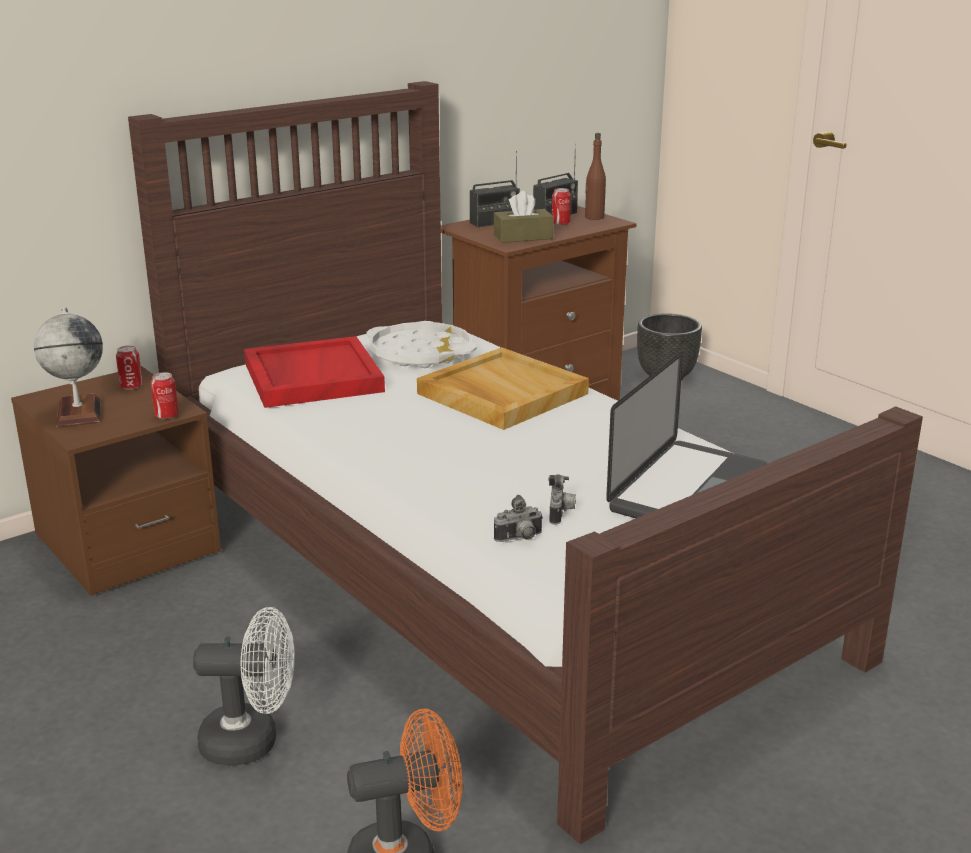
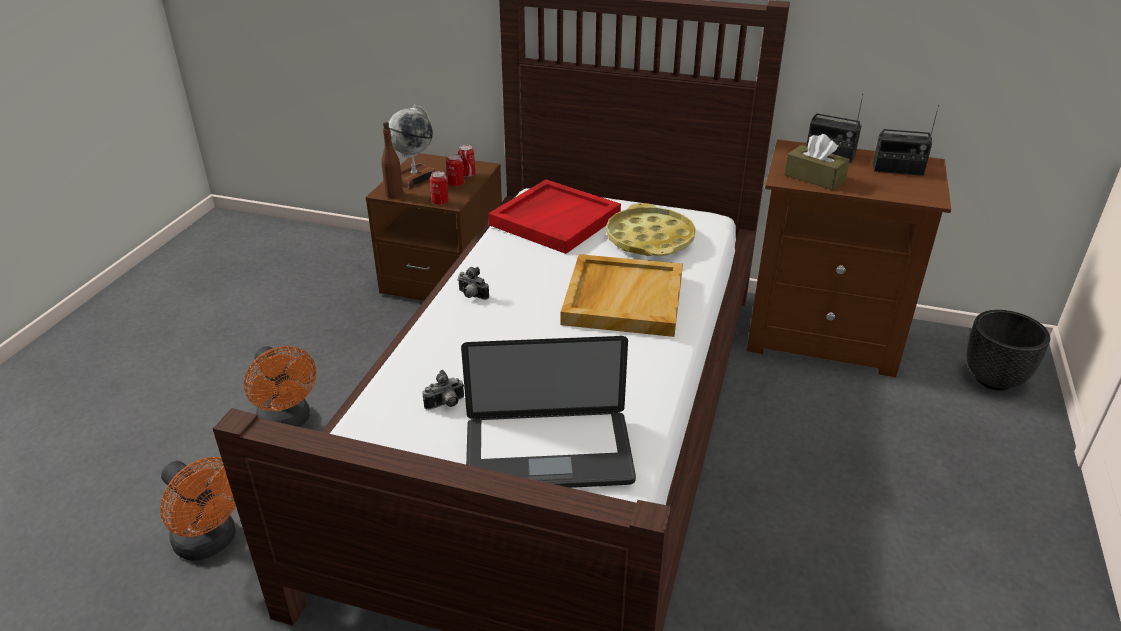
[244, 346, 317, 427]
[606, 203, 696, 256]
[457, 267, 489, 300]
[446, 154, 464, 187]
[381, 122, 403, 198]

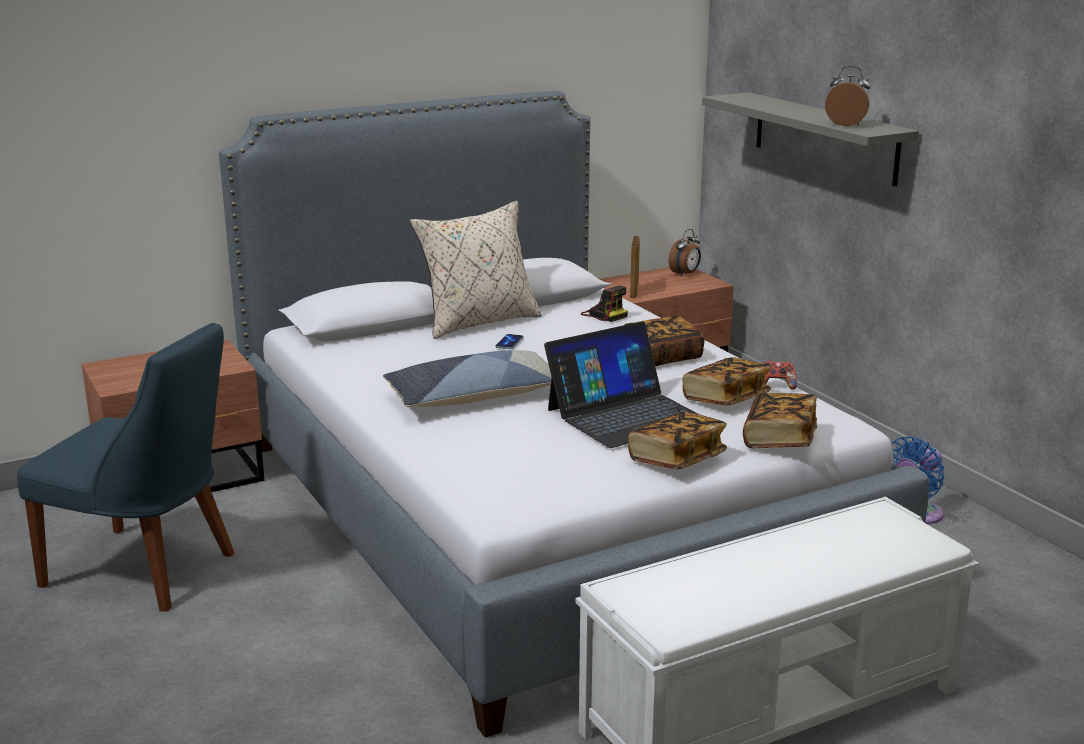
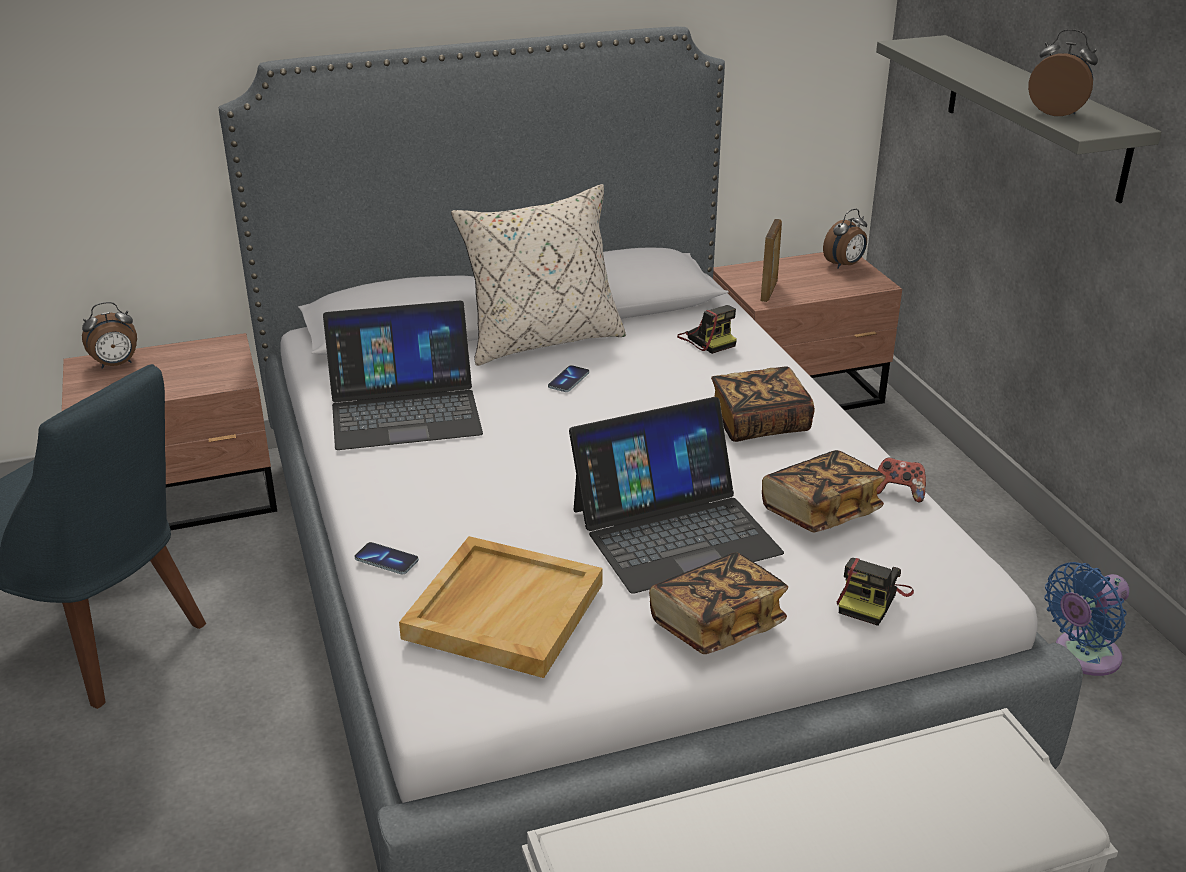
[383, 350, 552, 407] (first image)
[837, 558, 914, 626]
[82, 302, 137, 369]
[323, 301, 483, 450]
[354, 542, 419, 574]
[399, 536, 603, 678]

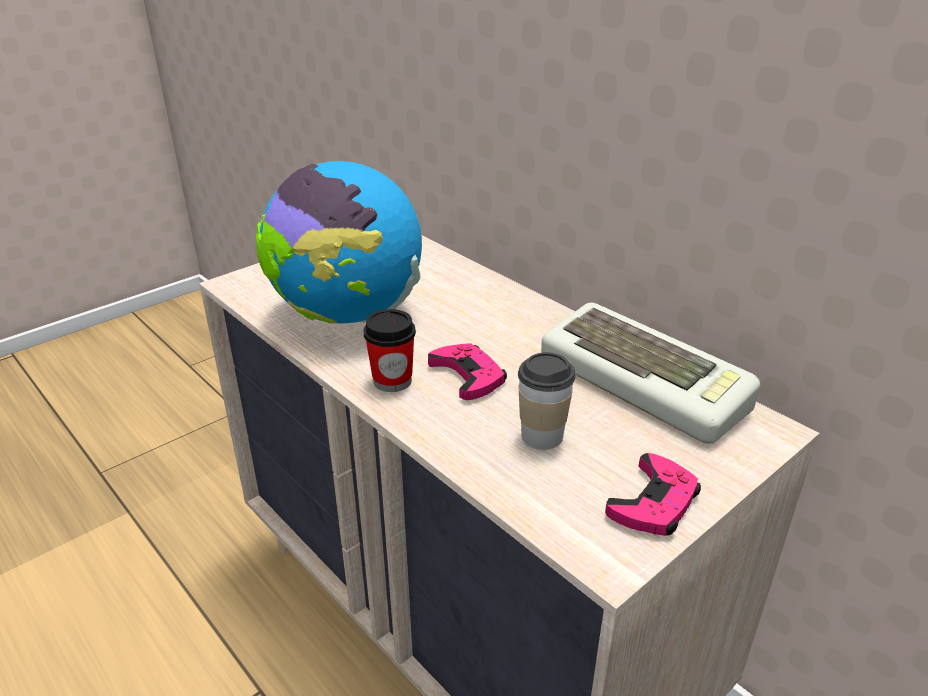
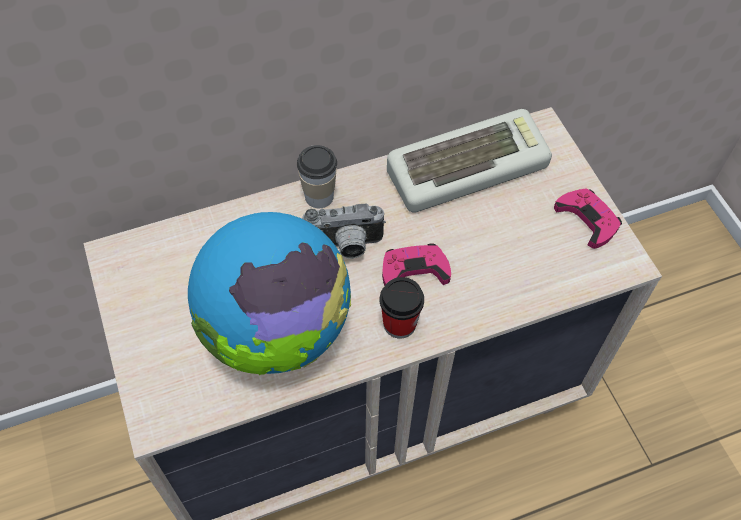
[297, 145, 337, 208]
[302, 203, 386, 259]

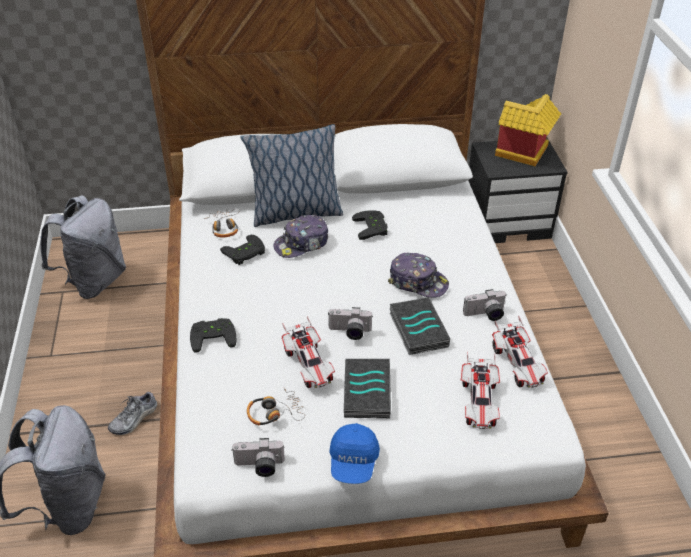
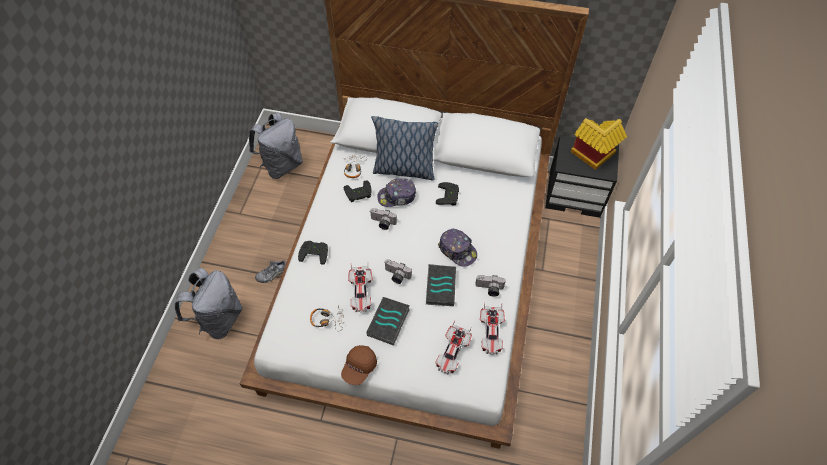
[370, 208, 397, 230]
[341, 345, 377, 385]

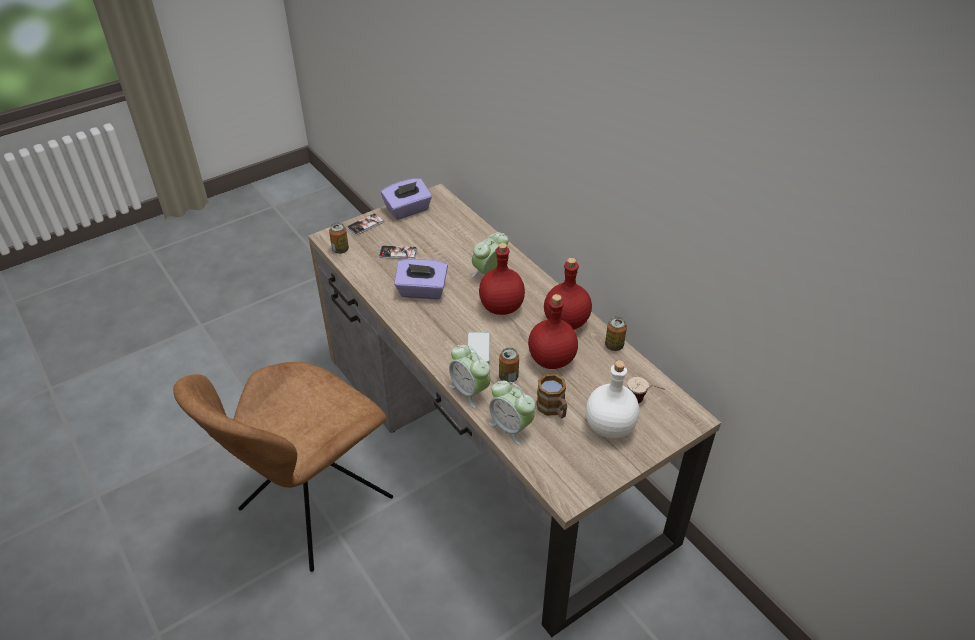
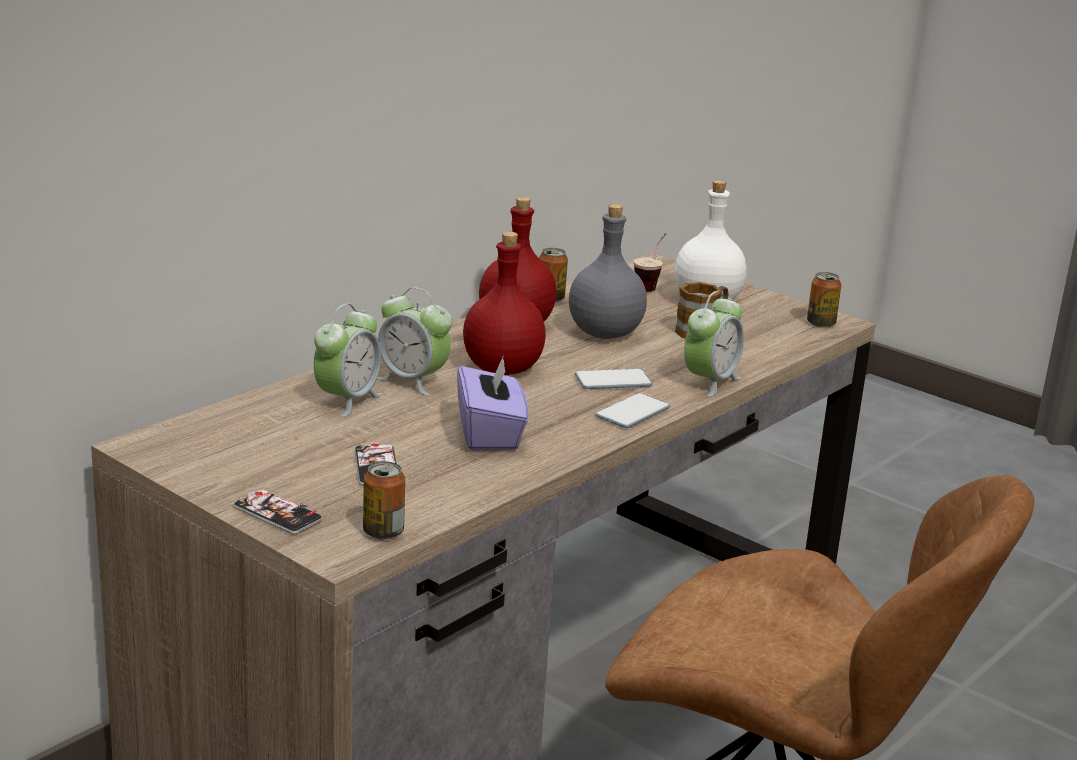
[381, 178, 432, 220] (first image)
[313, 304, 382, 417]
[807, 272, 841, 328]
[569, 204, 647, 339]
[595, 393, 670, 428]

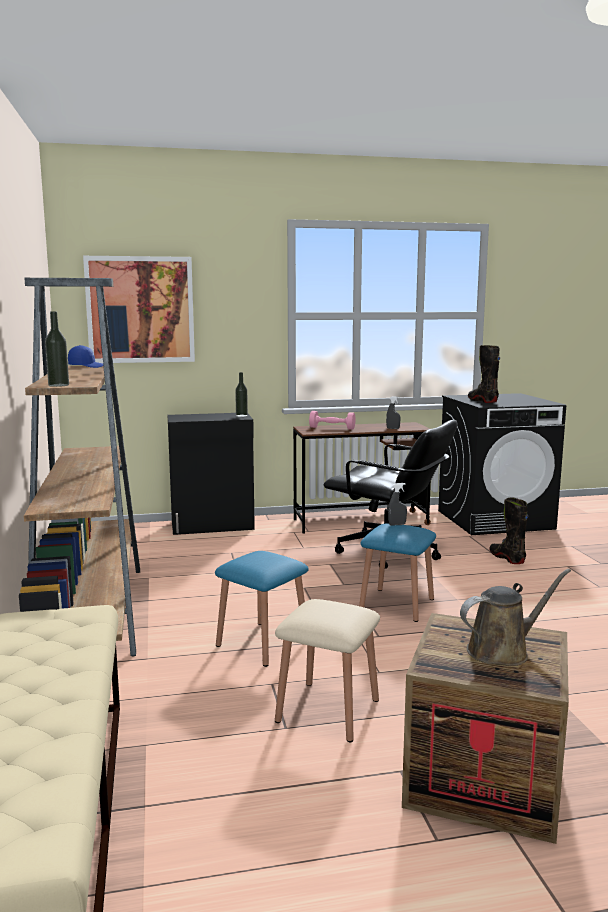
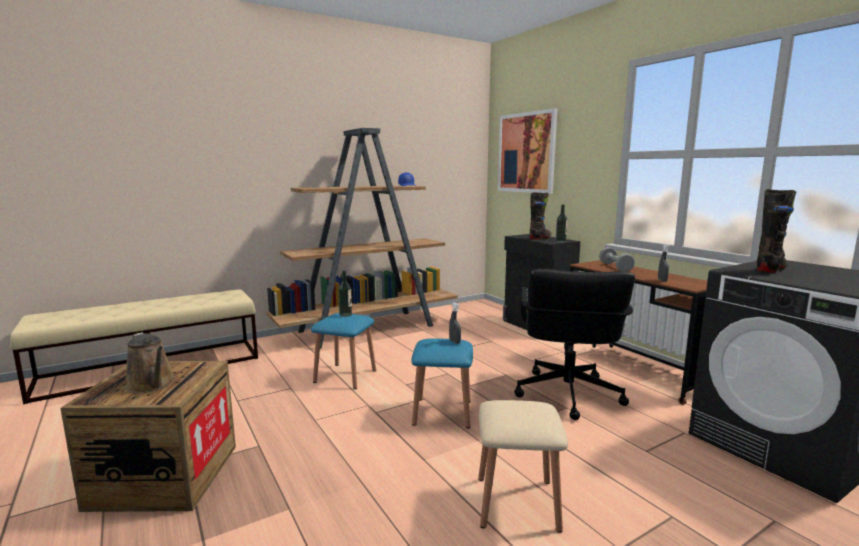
[338, 270, 352, 317]
[478, 400, 568, 533]
[599, 247, 635, 272]
[530, 192, 552, 240]

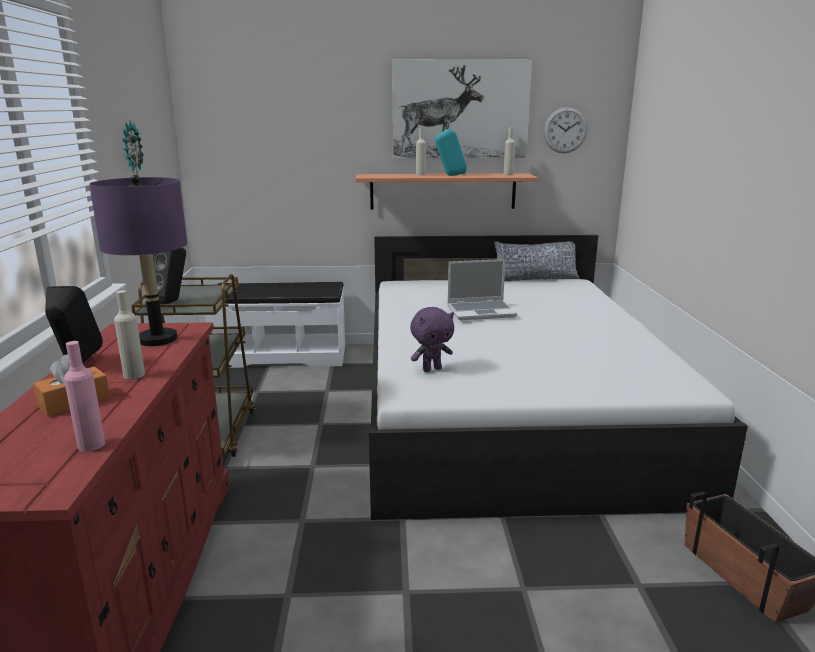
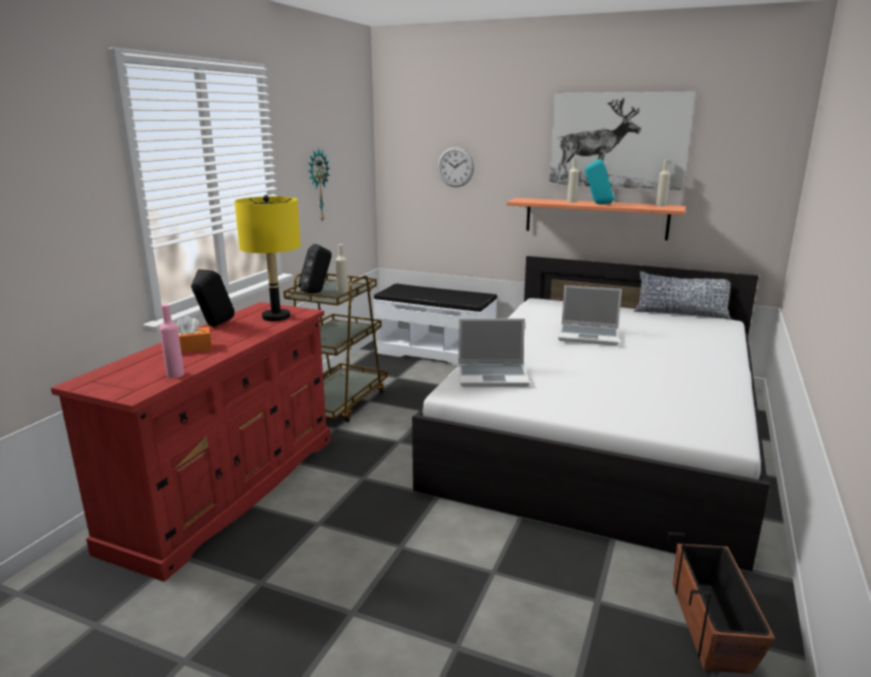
[234, 195, 301, 321]
[336, 244, 348, 294]
[458, 319, 529, 387]
[437, 147, 474, 187]

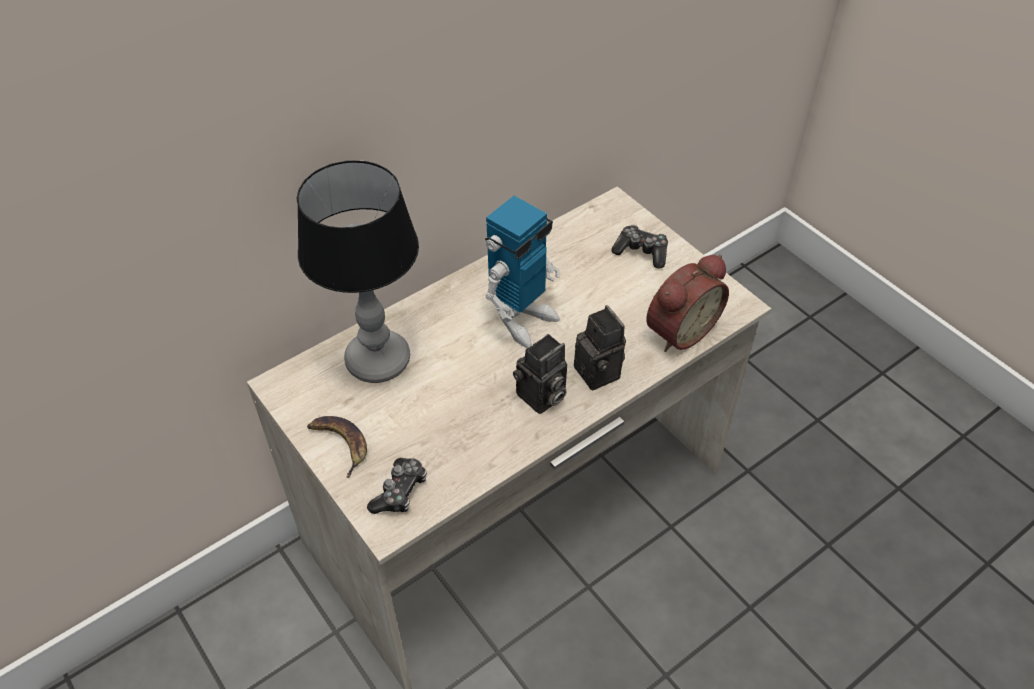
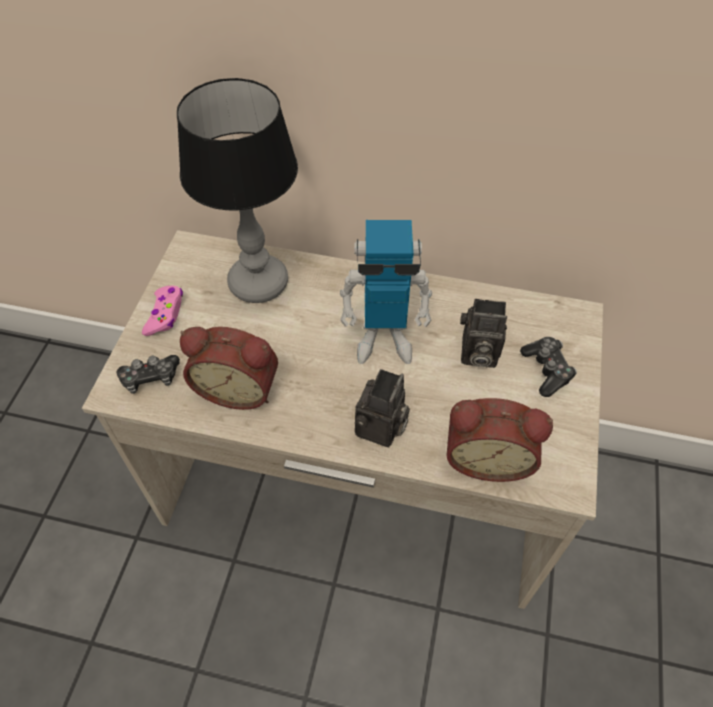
[142, 286, 183, 336]
[460, 299, 507, 368]
[180, 327, 278, 410]

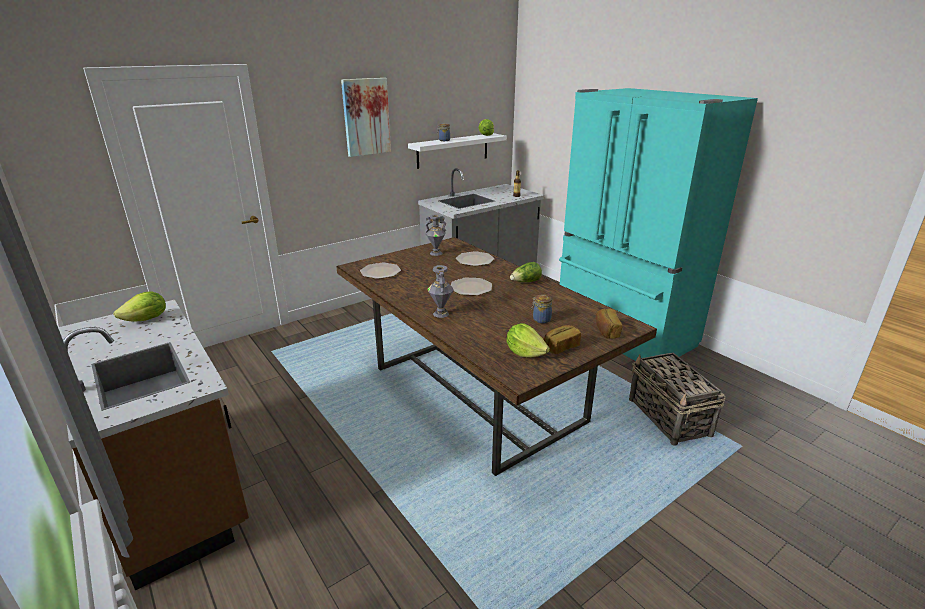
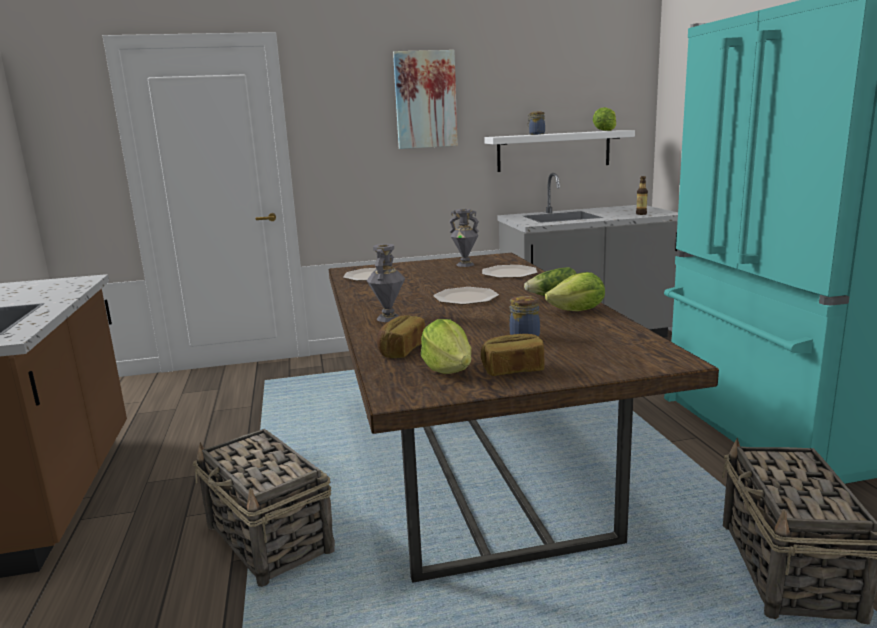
[545, 272, 605, 311]
[377, 315, 425, 358]
[193, 429, 335, 587]

